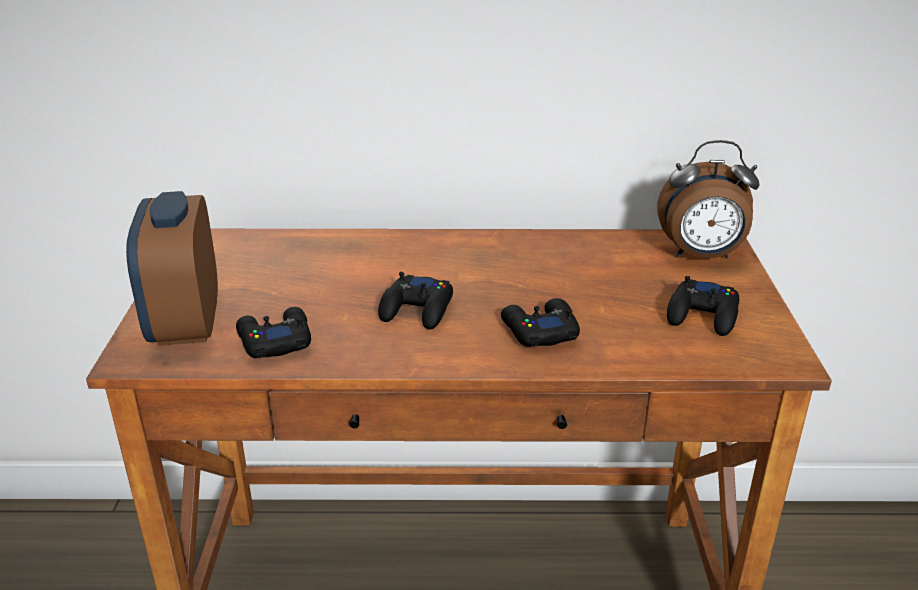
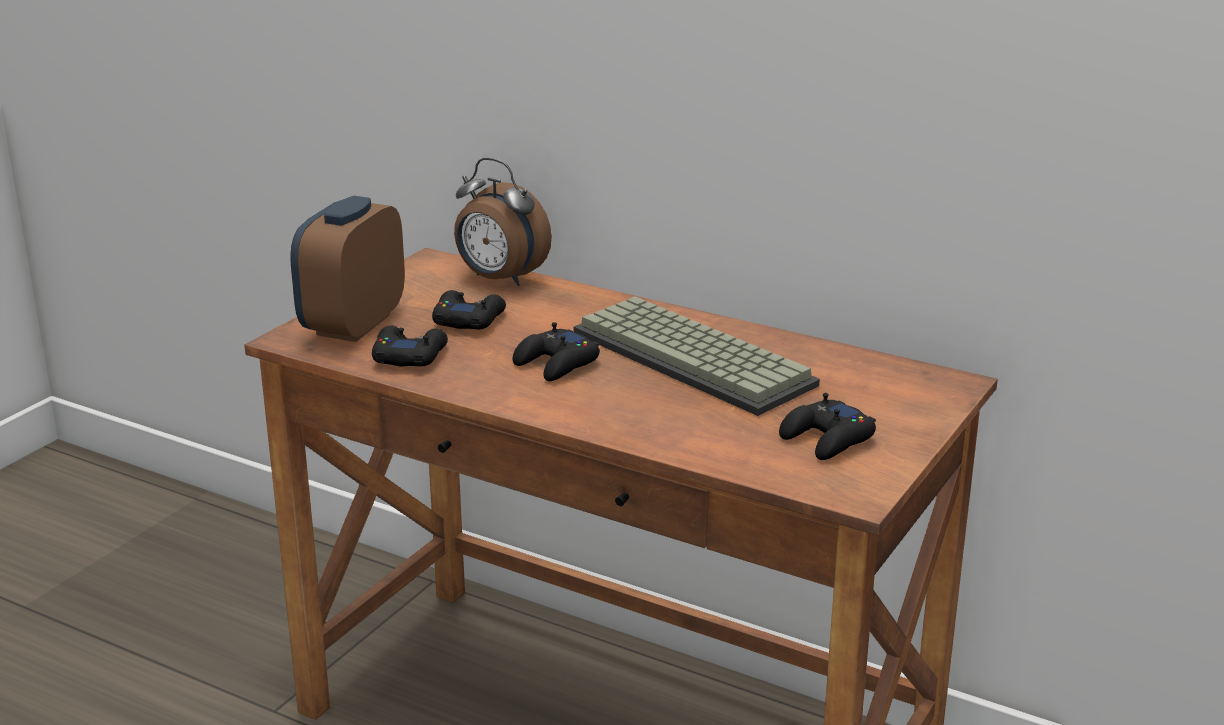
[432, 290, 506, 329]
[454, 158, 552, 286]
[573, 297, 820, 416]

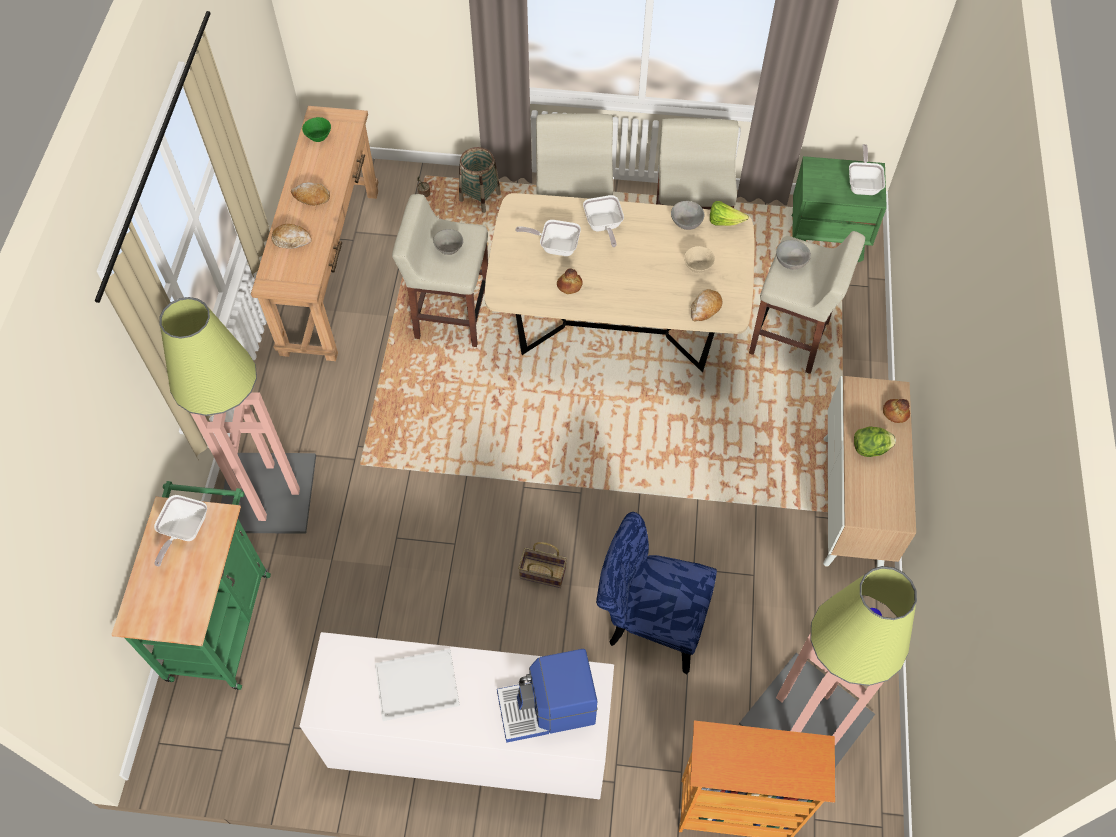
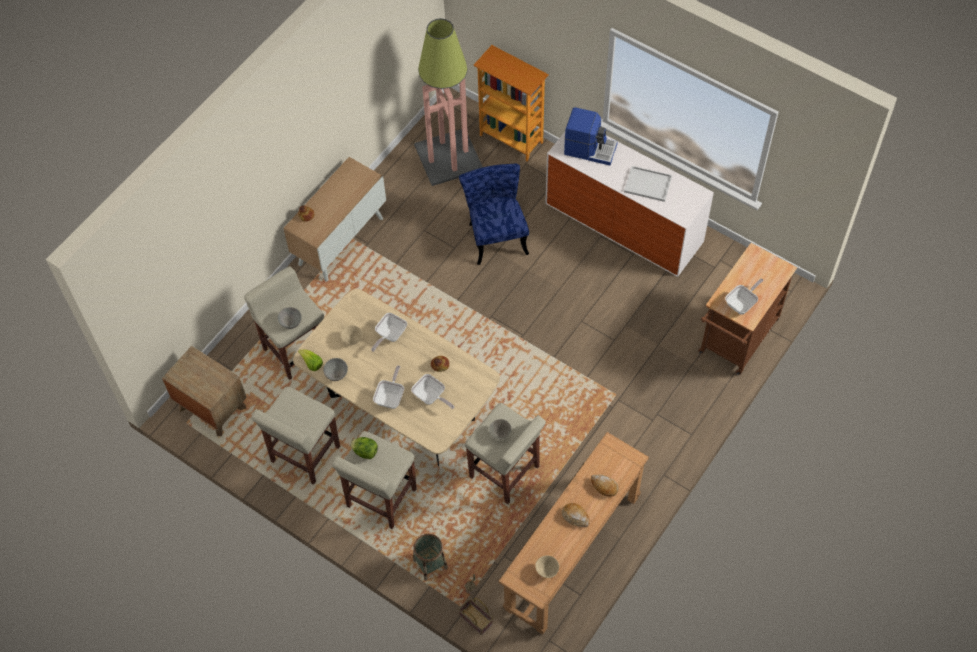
[698, 243, 797, 375]
[159, 297, 316, 534] (first image)
[535, 555, 559, 578]
[459, 598, 493, 635]
[459, 164, 529, 265]
[691, 289, 722, 322] (first image)
[162, 346, 247, 436]
[371, 313, 407, 352]
[350, 437, 378, 459]

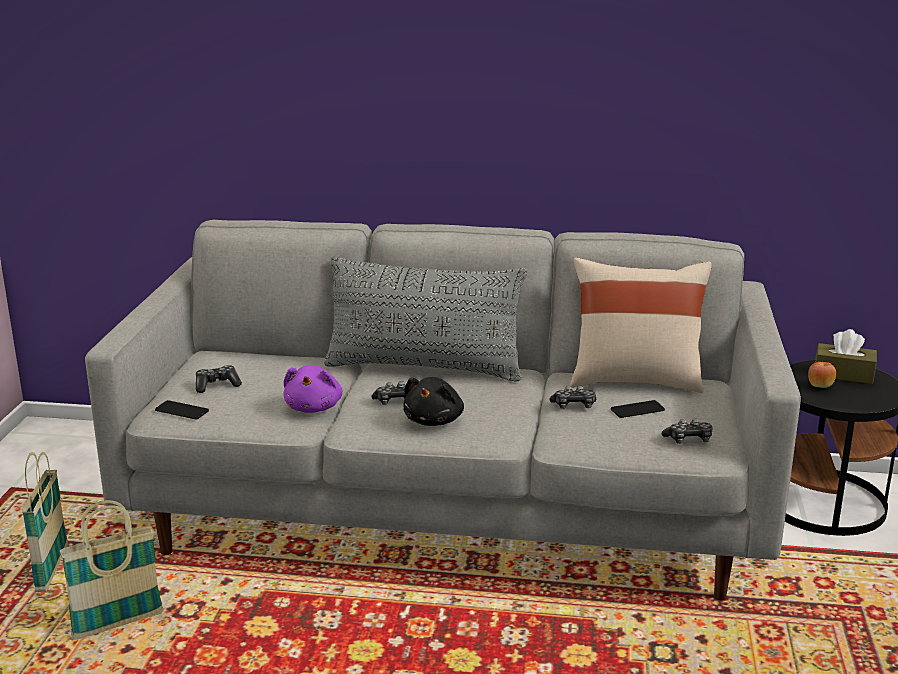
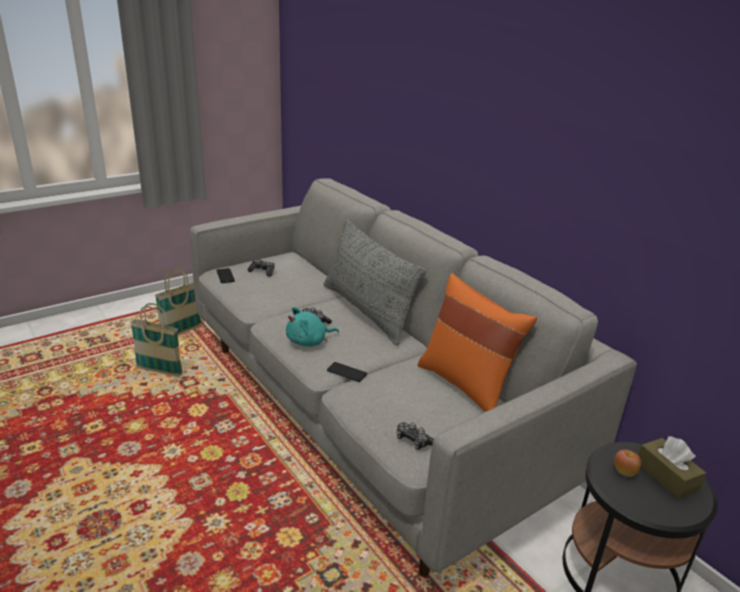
[284, 365, 343, 413] (first image)
[286, 307, 339, 347]
[549, 386, 596, 409] (first image)
[418, 273, 537, 412]
[327, 362, 367, 382]

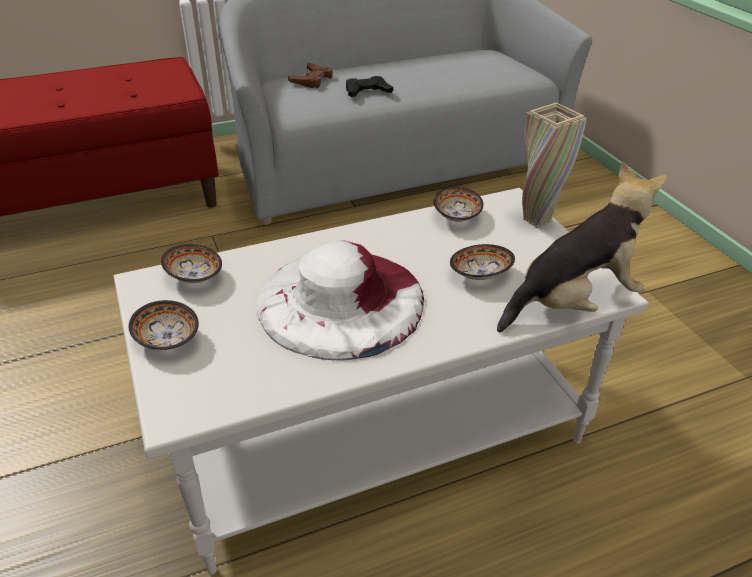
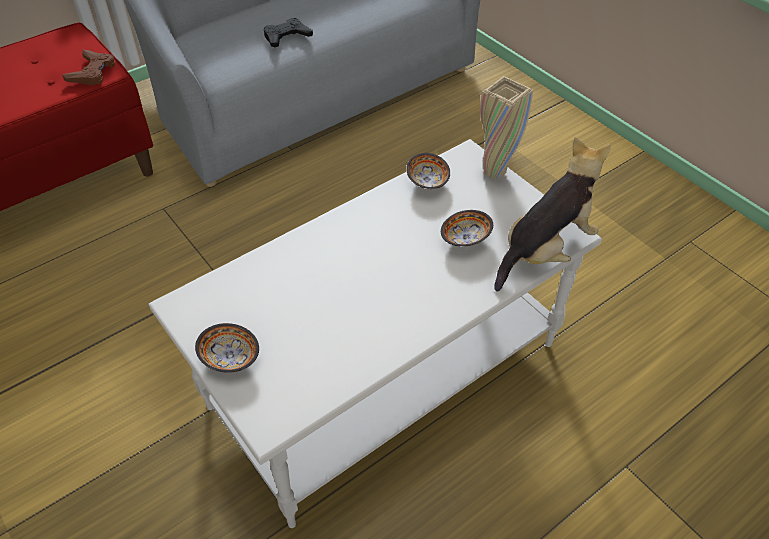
[161, 244, 222, 283] (first image)
[256, 240, 424, 360] (first image)
[62, 50, 115, 85]

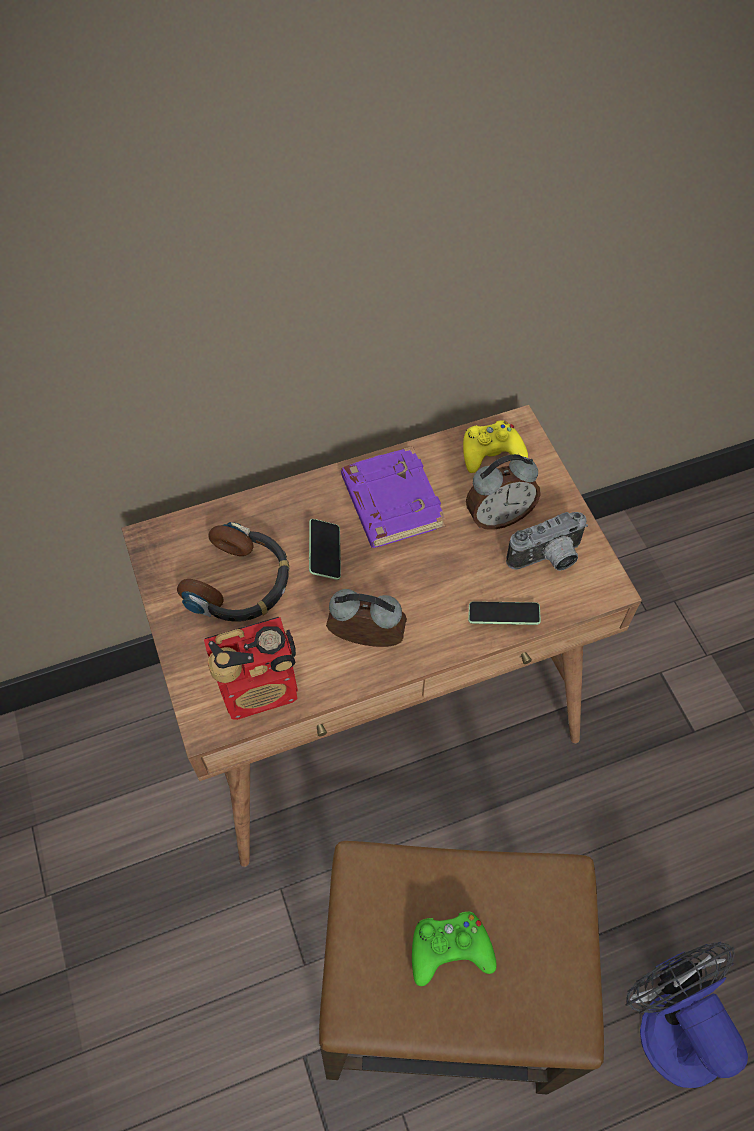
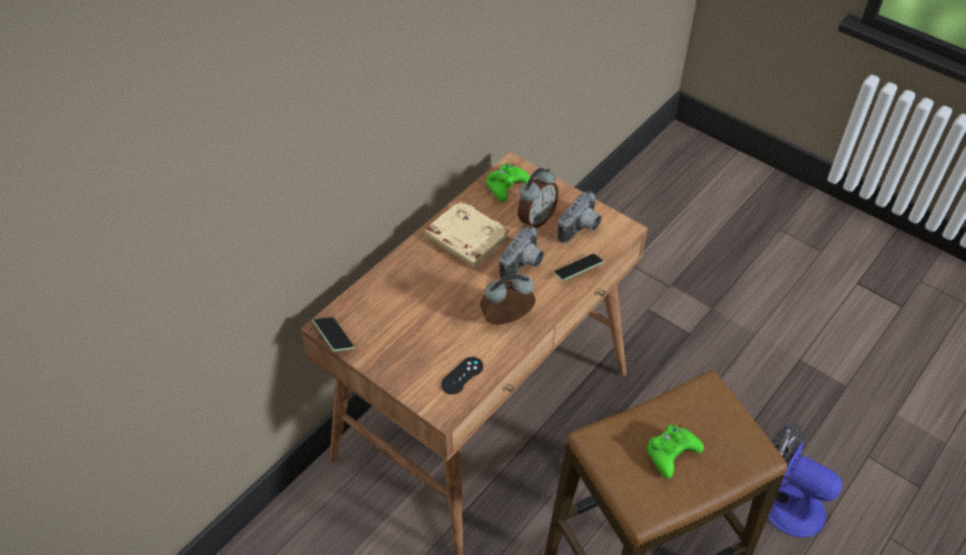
[177, 522, 290, 622] (first image)
[441, 357, 483, 394]
[313, 317, 354, 351]
[425, 200, 510, 268]
[486, 163, 530, 202]
[499, 226, 544, 281]

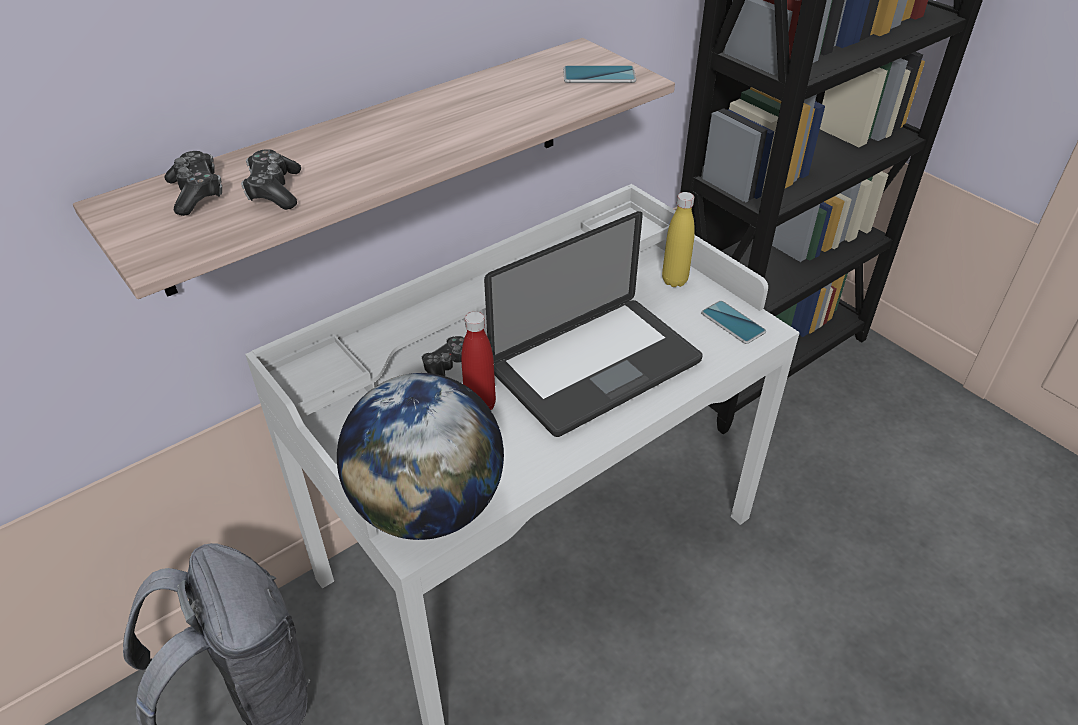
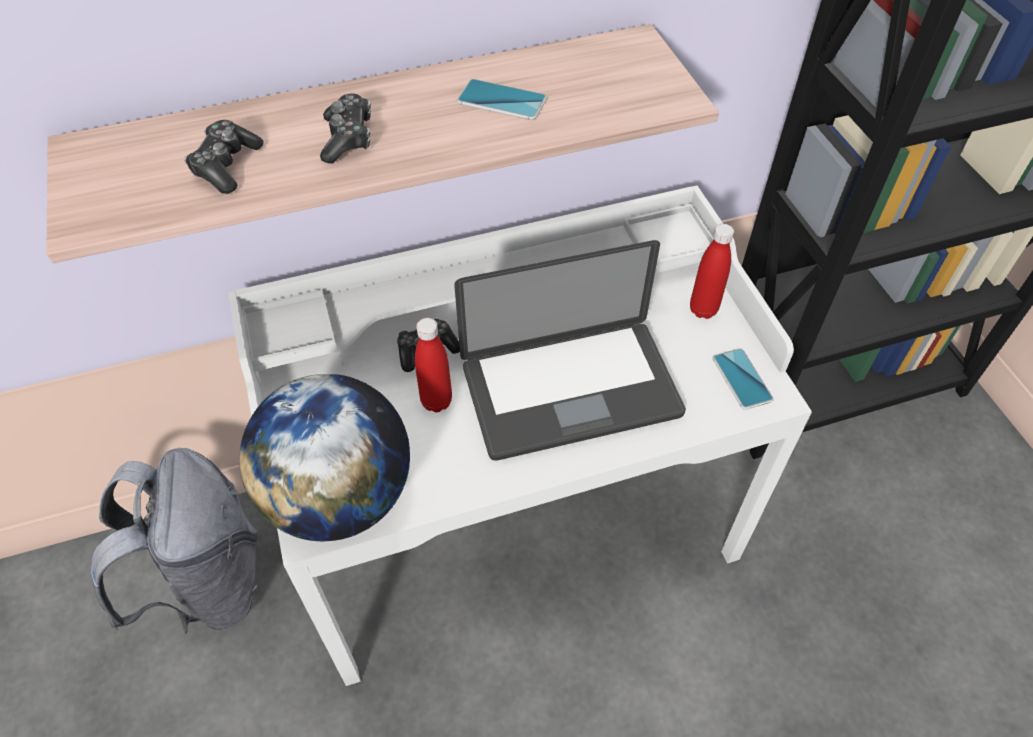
[320, 93, 371, 163]
[457, 79, 547, 120]
[690, 224, 734, 319]

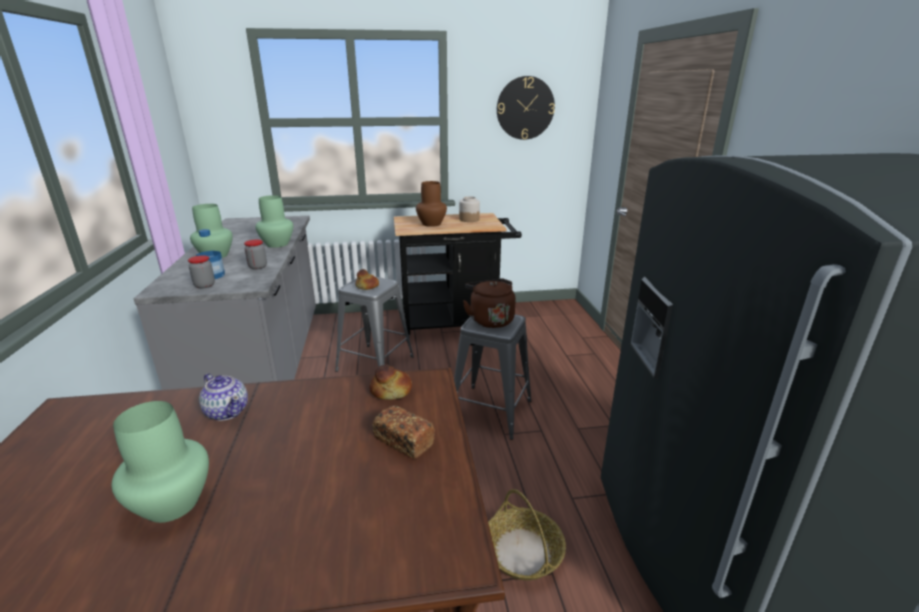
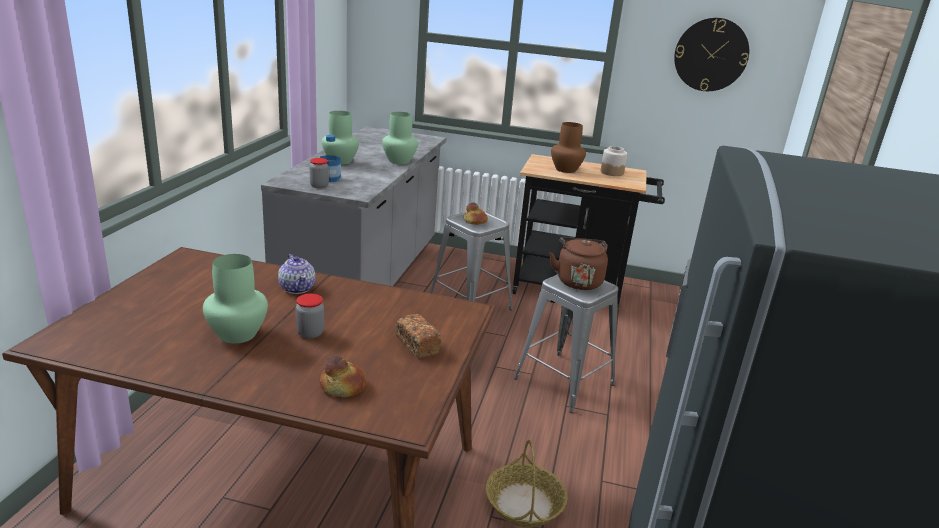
[296, 294, 324, 339]
[319, 356, 366, 397]

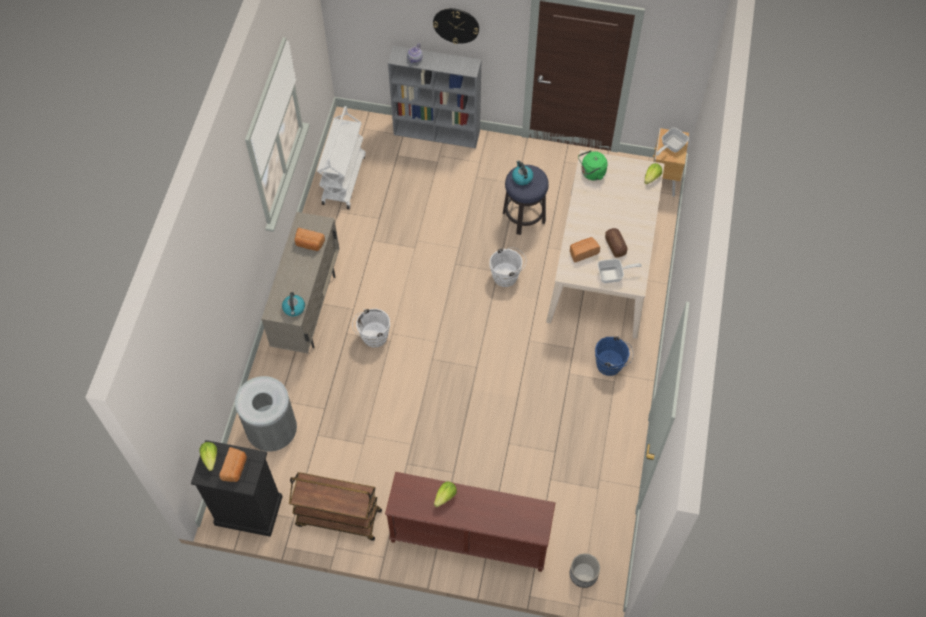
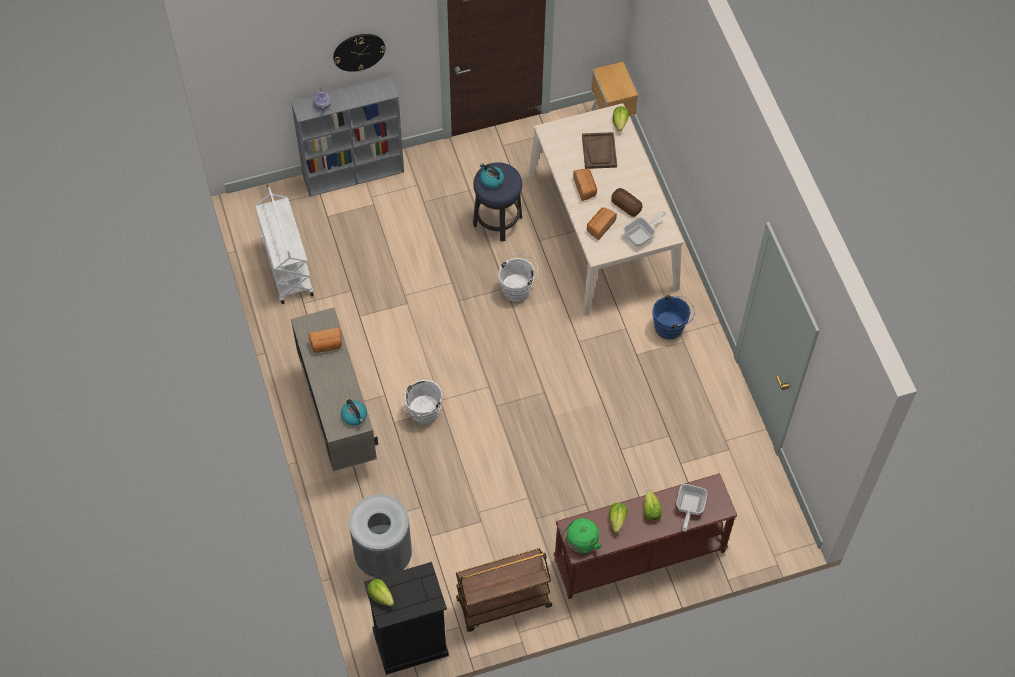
[573, 169, 597, 201]
[570, 553, 600, 588] (first image)
[562, 518, 602, 553]
[676, 484, 708, 531]
[582, 132, 617, 169]
[644, 490, 662, 521]

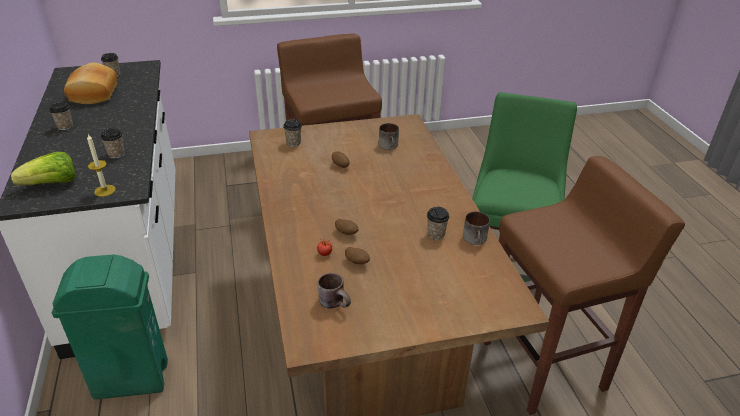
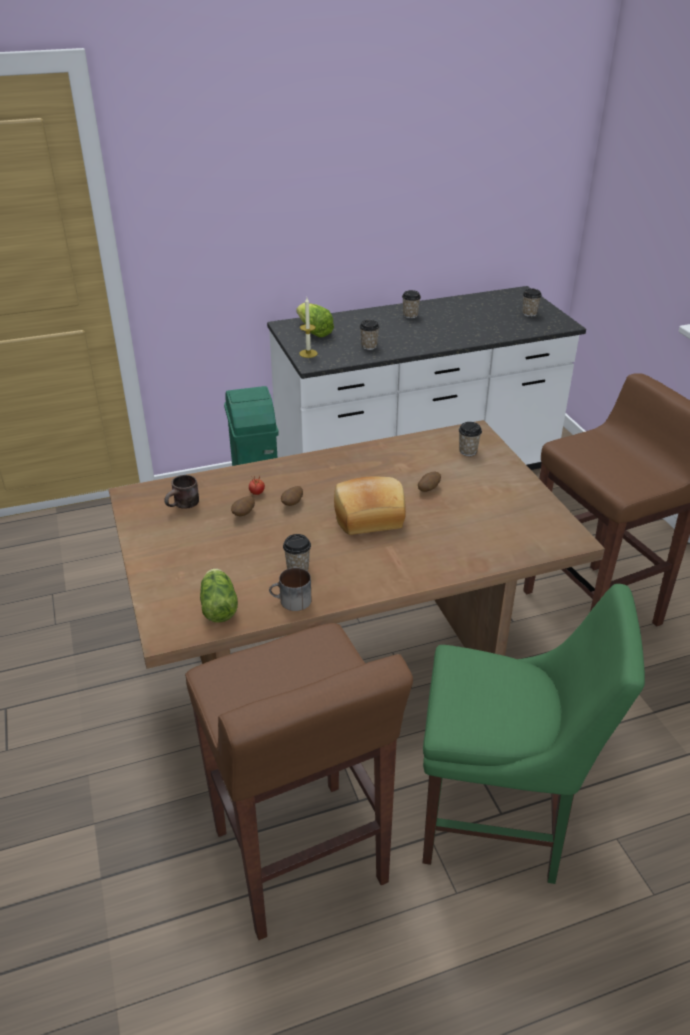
[334, 477, 406, 535]
[379, 123, 399, 150] (first image)
[200, 569, 238, 623]

